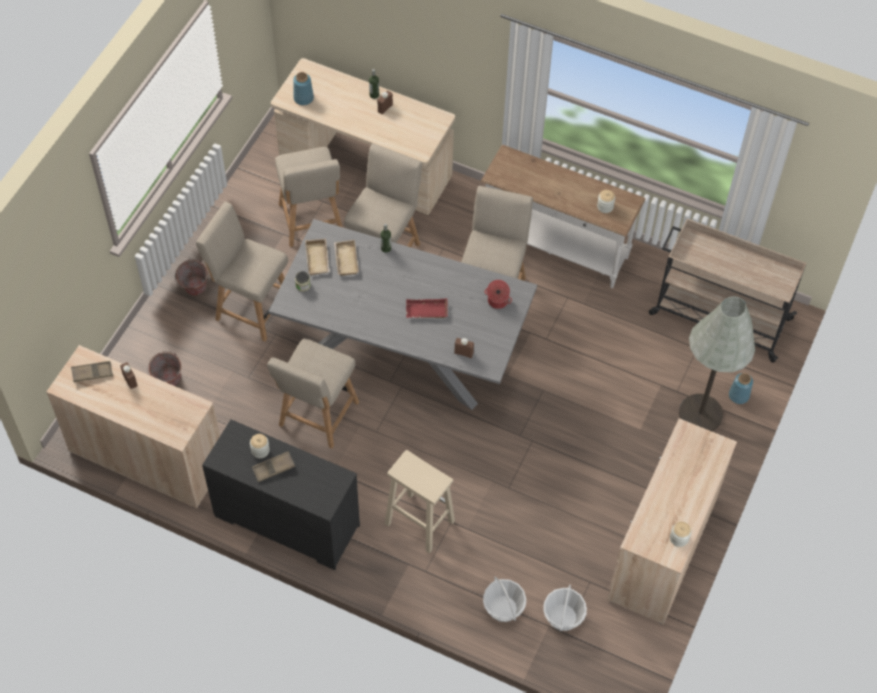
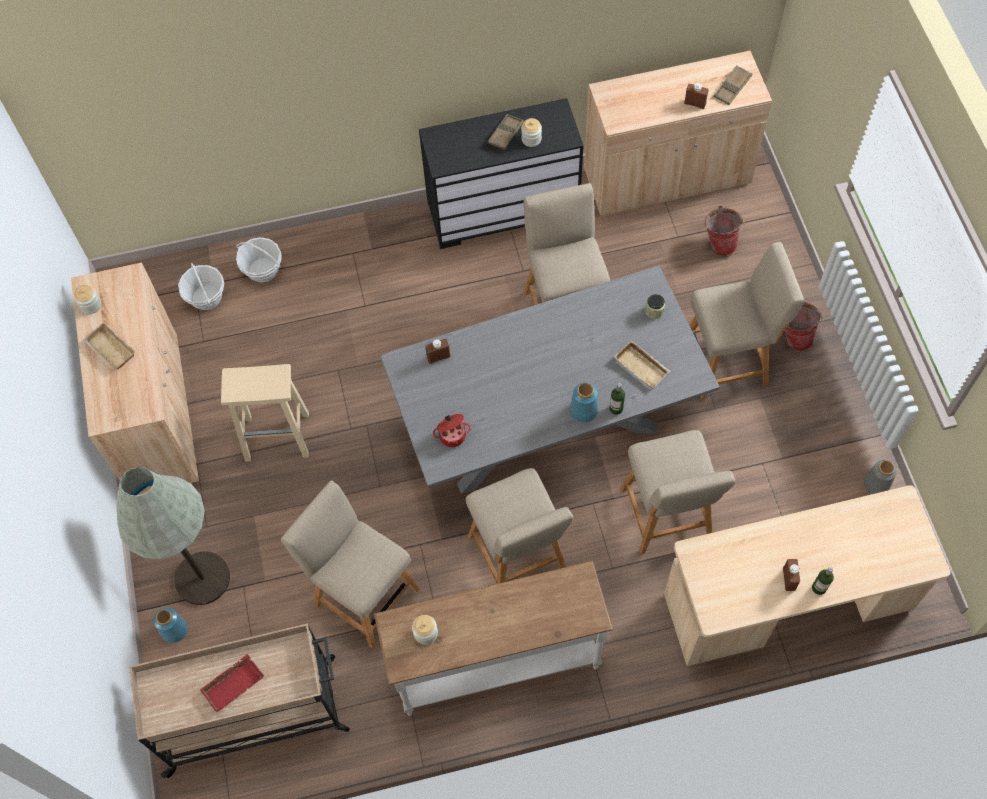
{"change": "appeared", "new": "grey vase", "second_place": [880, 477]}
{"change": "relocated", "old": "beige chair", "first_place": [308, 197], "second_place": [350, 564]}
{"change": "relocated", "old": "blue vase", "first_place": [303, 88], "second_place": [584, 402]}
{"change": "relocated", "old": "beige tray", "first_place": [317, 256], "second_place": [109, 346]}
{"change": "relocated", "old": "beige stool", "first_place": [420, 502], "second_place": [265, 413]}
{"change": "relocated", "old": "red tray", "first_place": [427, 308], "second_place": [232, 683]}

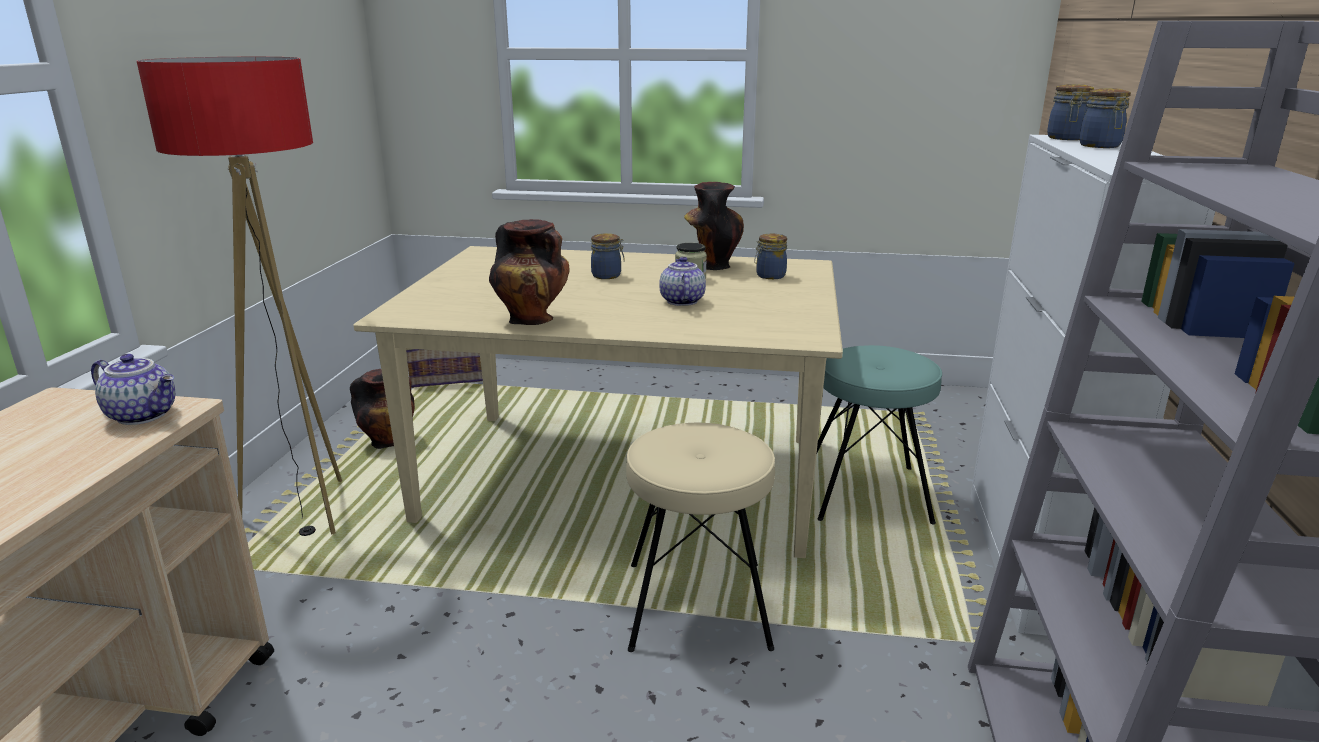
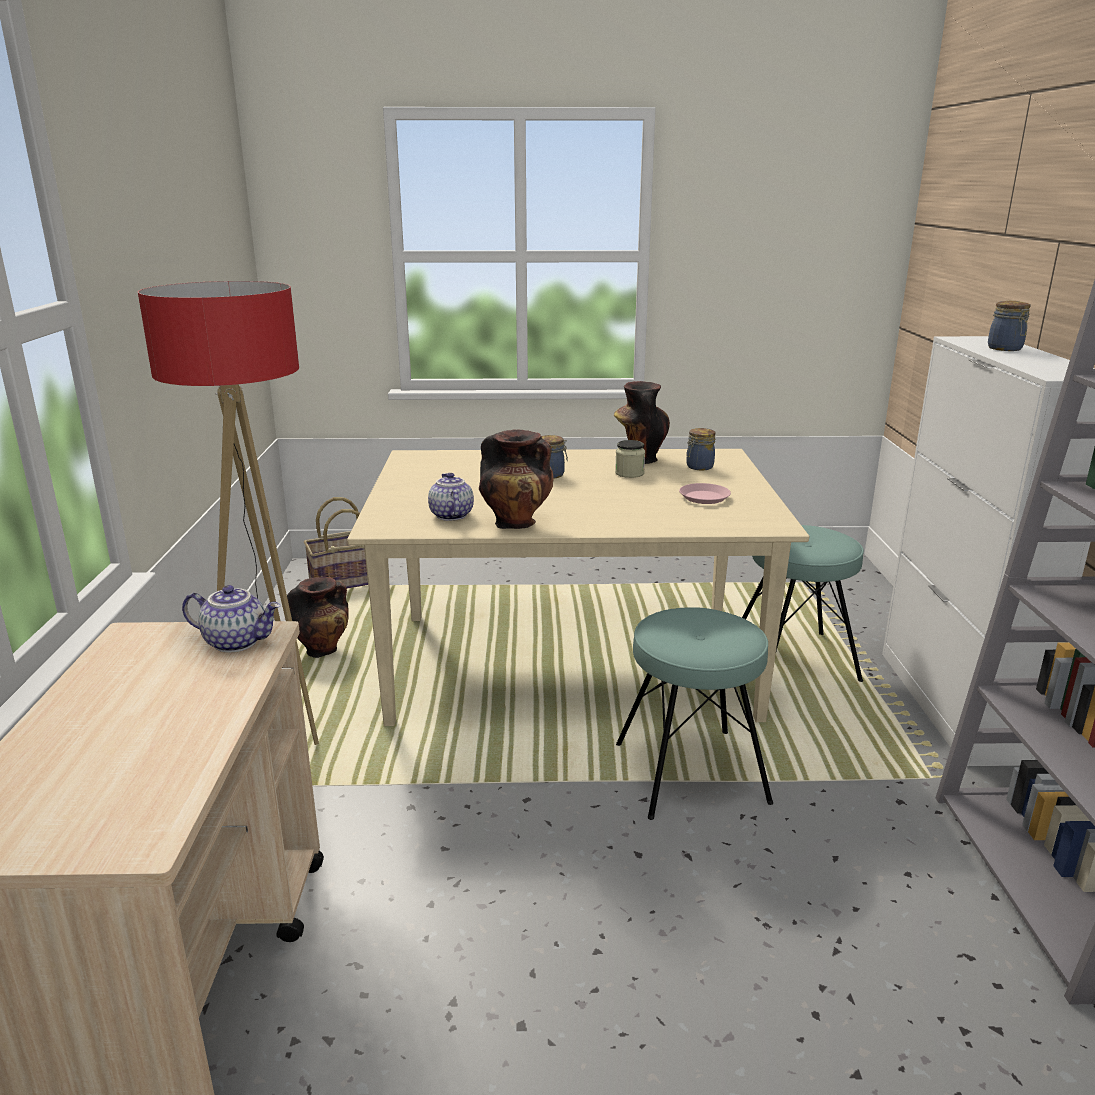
{"change": "missing", "old": "jar", "first_place": [1070, 112]}
{"change": "appeared", "new": "pink plate", "second_place": [705, 493]}
{"change": "relocated", "old": "teapot", "first_place": [682, 281], "second_place": [451, 497]}
{"change": "colour", "old": "beige stool", "new": "turquoise stool", "first_place": [700, 537], "second_place": [694, 713]}

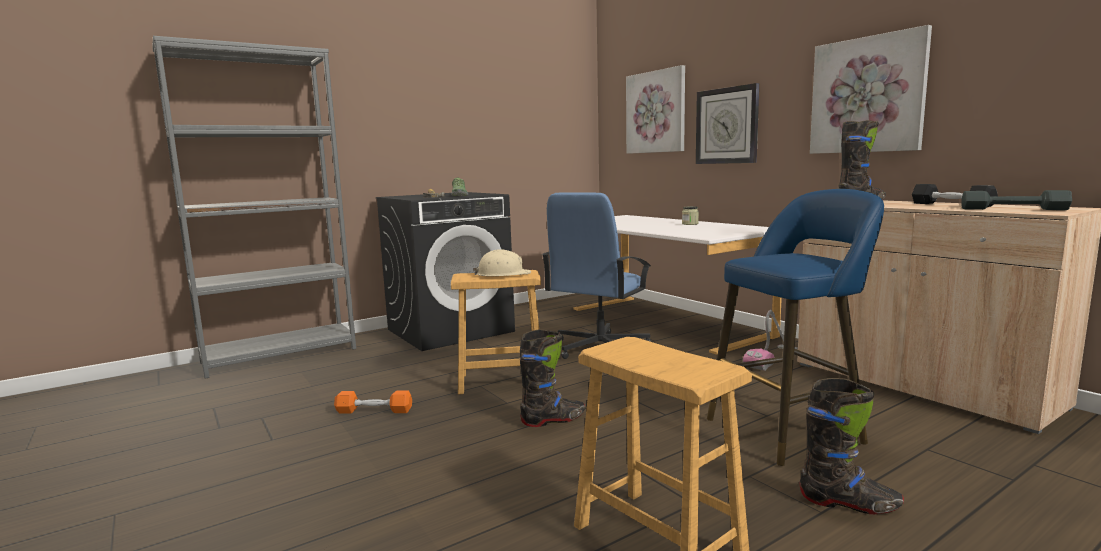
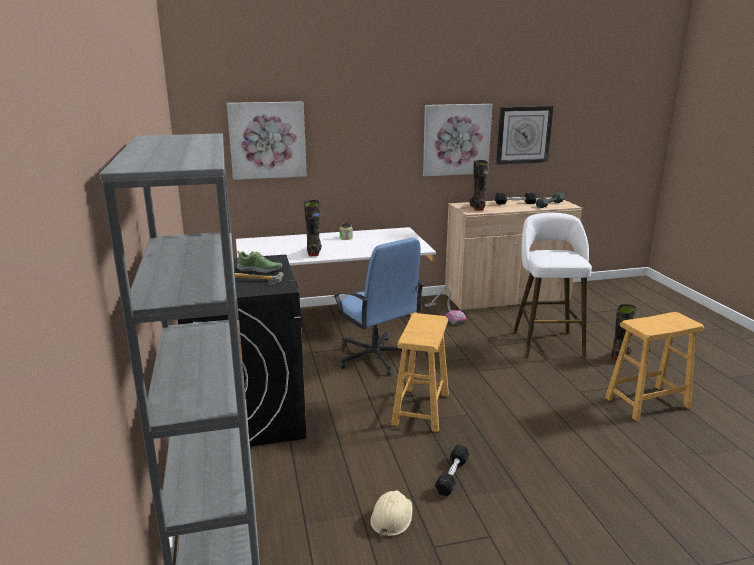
{"change": "relocated", "old": "beige hard hat", "first_place": [502, 262], "second_place": [391, 514]}
{"change": "relocated", "old": "black boot", "first_place": [552, 378], "second_place": [313, 228]}
{"change": "relocated", "old": "wall clock", "first_place": [727, 123], "second_place": [524, 135]}
{"change": "colour", "old": "orange dumbbell", "new": "black dumbbell", "first_place": [373, 402], "second_place": [452, 470]}
{"change": "colour", "old": "blue stool", "new": "white stool", "first_place": [795, 327], "second_place": [552, 285]}

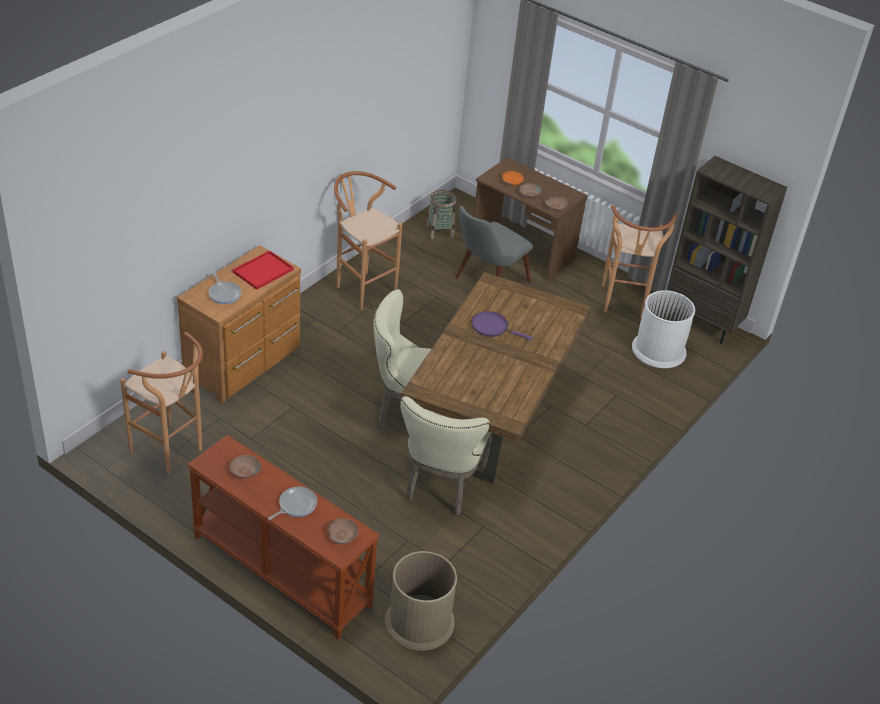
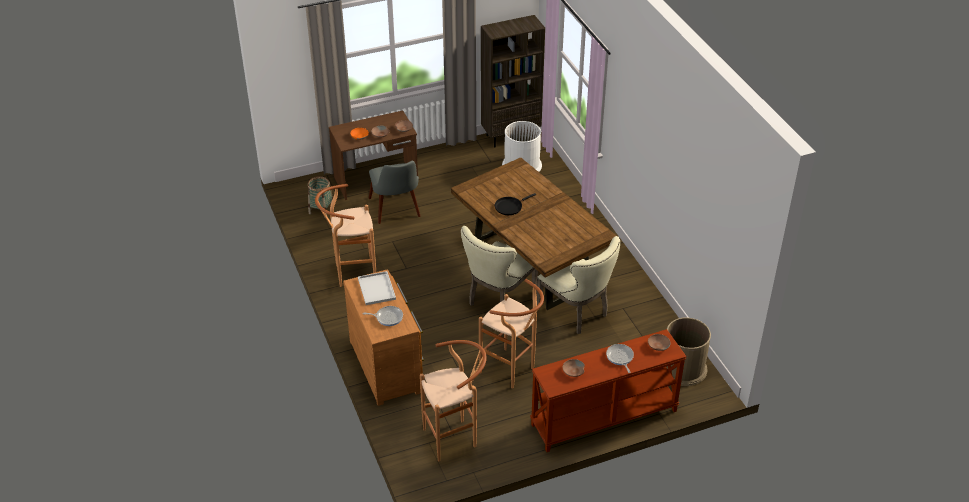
{"change": "relocated", "old": "brown stool", "first_place": [640, 261], "second_place": [511, 334]}
{"change": "colour", "old": "red tray", "new": "white tray", "first_place": [263, 270], "second_place": [377, 288]}
{"change": "colour", "old": "purple frying pan", "new": "black frying pan", "first_place": [502, 325], "second_place": [515, 204]}

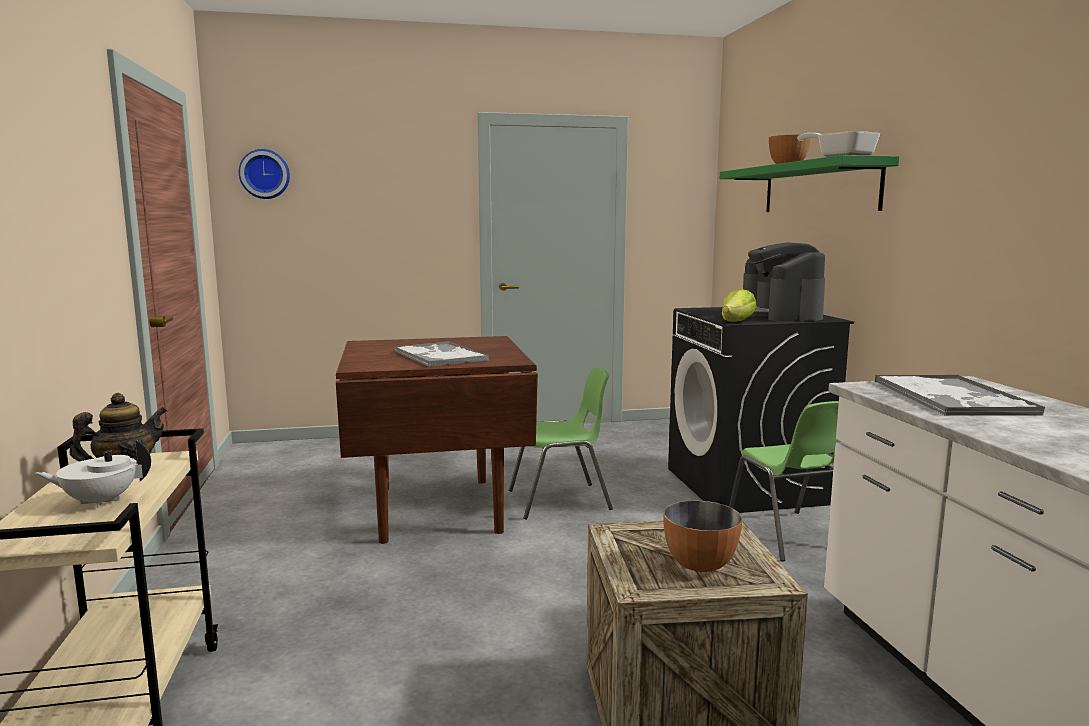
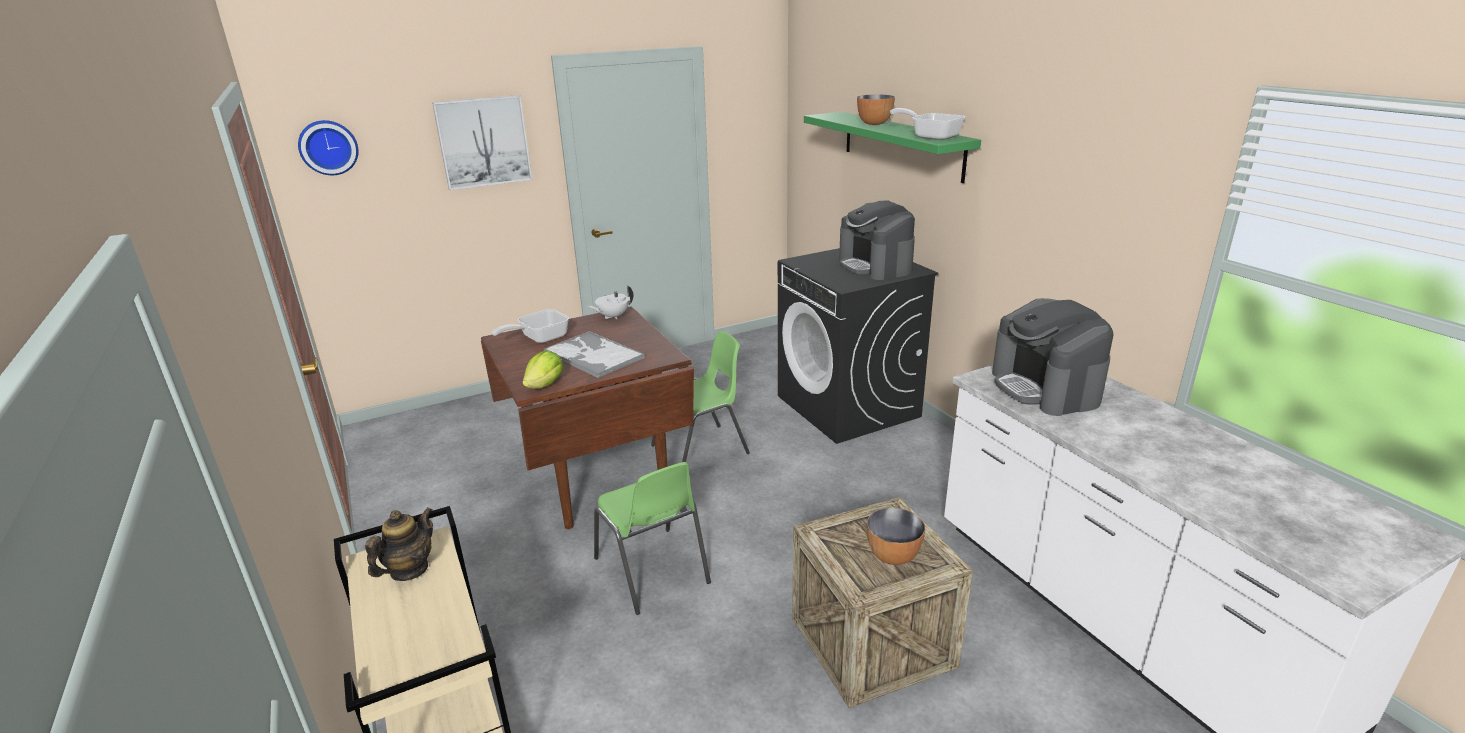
{"change": "appeared", "new": "picture", "second_place": [482, 142]}
{"change": "appeared", "new": "frying pan", "second_place": [530, 326]}
{"change": "relocated", "old": "white teapot", "first_place": [93, 474], "second_place": [610, 302]}
{"change": "relocated", "old": "lettuce", "first_place": [739, 305], "second_place": [542, 369]}
{"change": "relocated", "old": "green chair", "first_place": [785, 481], "second_place": [652, 538]}
{"change": "exchanged", "old": "tray", "new": "coffee machine", "first_place": [960, 395], "second_place": [1053, 357]}

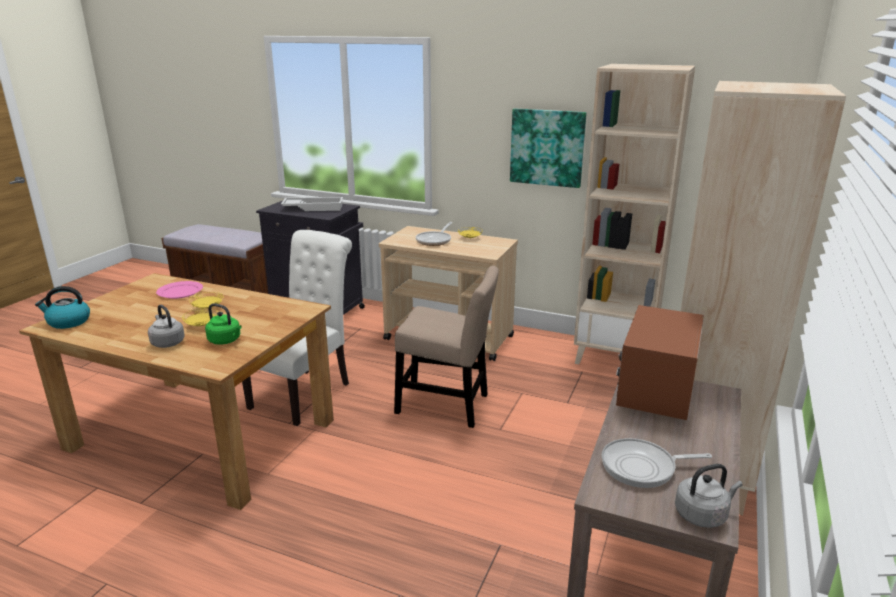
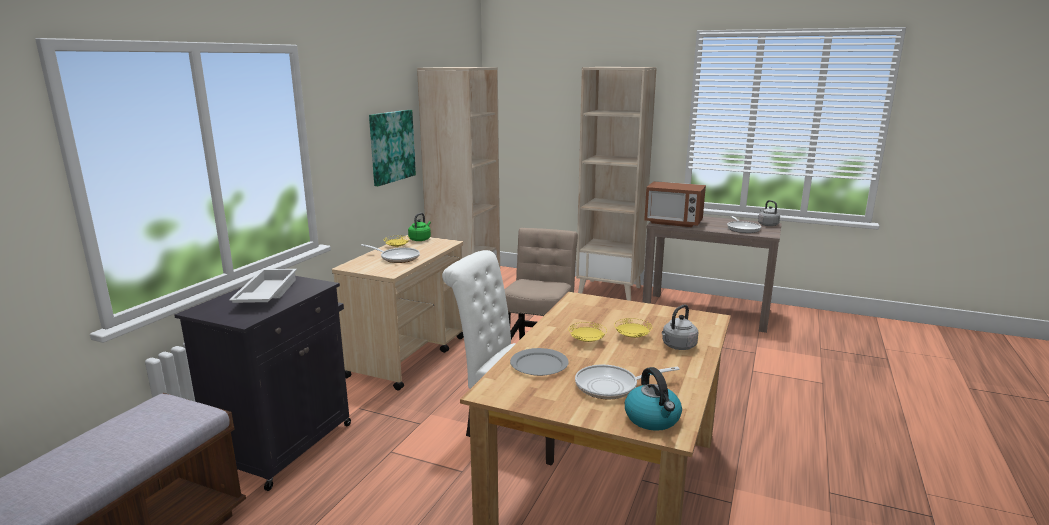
{"change": "appeared", "new": "frying pan", "second_place": [627, 382]}
{"change": "relocated", "old": "green kettle", "first_place": [223, 324], "second_place": [419, 227]}
{"change": "colour", "old": "pink plate", "new": "grey plate", "first_place": [179, 290], "second_place": [539, 362]}

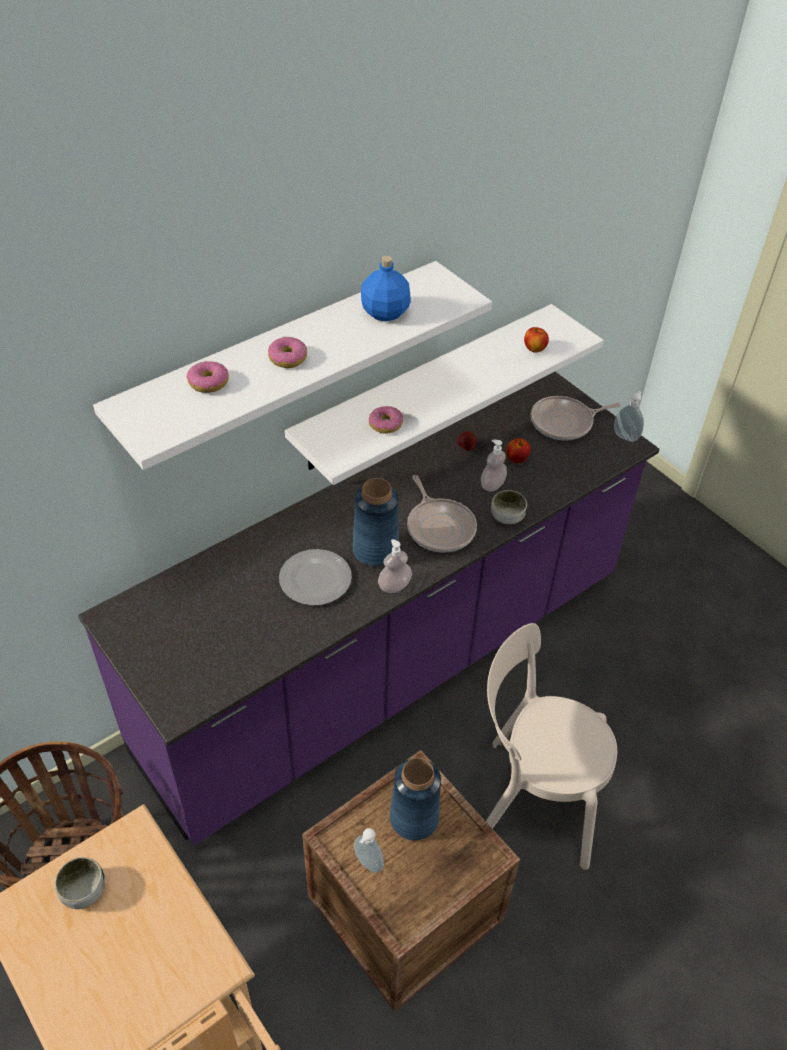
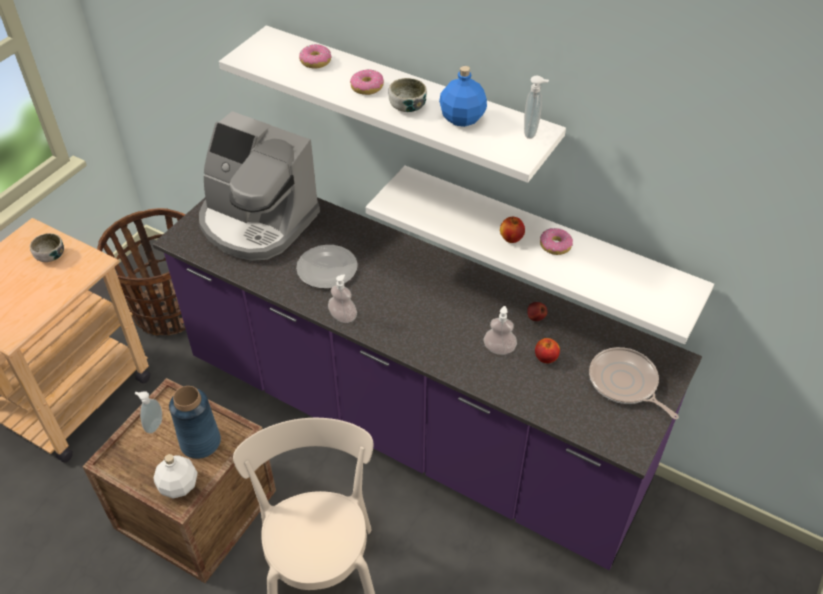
{"change": "missing", "old": "blue vase", "first_place": [376, 522]}
{"change": "missing", "old": "frying pan", "first_place": [442, 514]}
{"change": "appeared", "new": "white bottle", "second_place": [176, 476]}
{"change": "appeared", "new": "coffee machine", "second_place": [259, 186]}
{"change": "relocated", "old": "donut", "first_place": [386, 420], "second_place": [556, 241]}
{"change": "relocated", "old": "bowl", "first_place": [509, 507], "second_place": [407, 95]}
{"change": "relocated", "old": "apple", "first_place": [536, 340], "second_place": [512, 230]}
{"change": "relocated", "old": "soap dispenser", "first_place": [629, 416], "second_place": [536, 107]}

